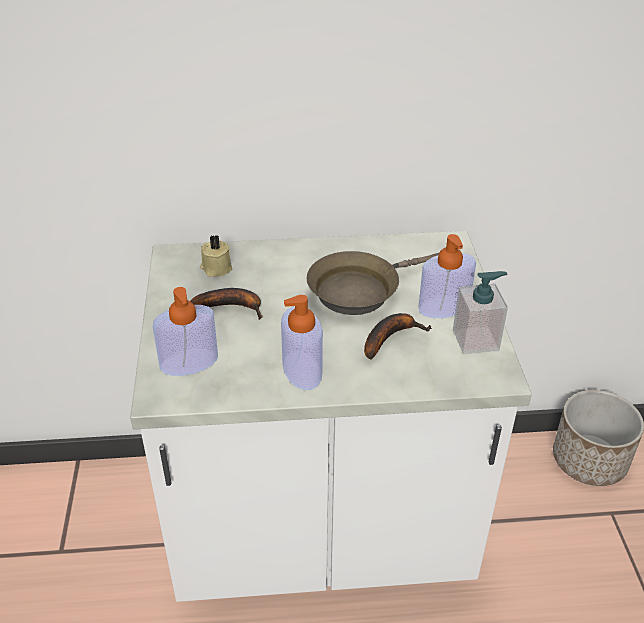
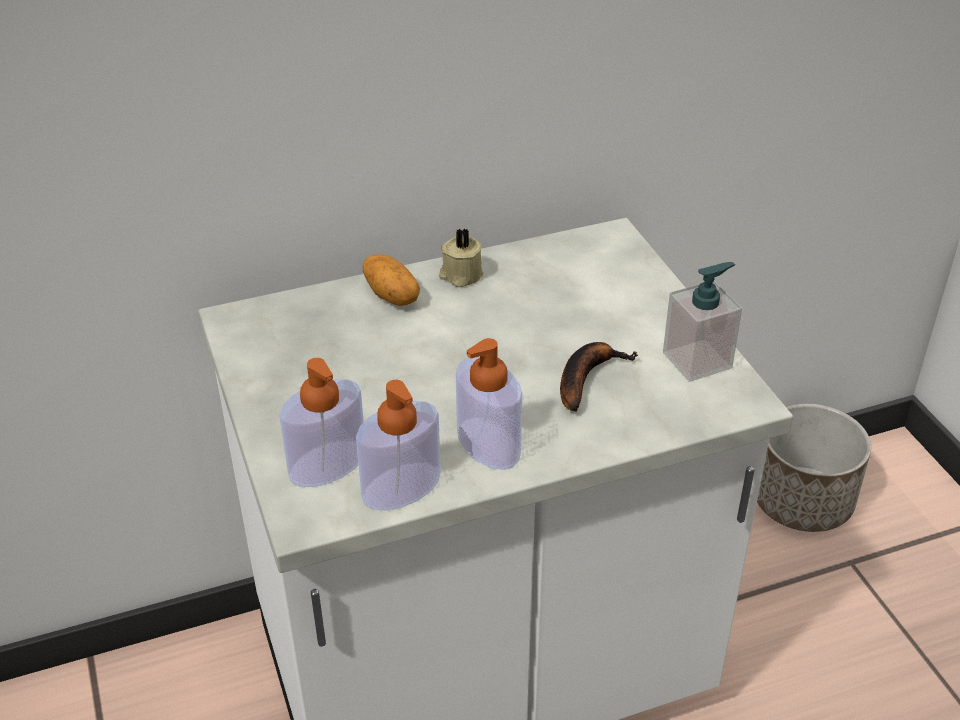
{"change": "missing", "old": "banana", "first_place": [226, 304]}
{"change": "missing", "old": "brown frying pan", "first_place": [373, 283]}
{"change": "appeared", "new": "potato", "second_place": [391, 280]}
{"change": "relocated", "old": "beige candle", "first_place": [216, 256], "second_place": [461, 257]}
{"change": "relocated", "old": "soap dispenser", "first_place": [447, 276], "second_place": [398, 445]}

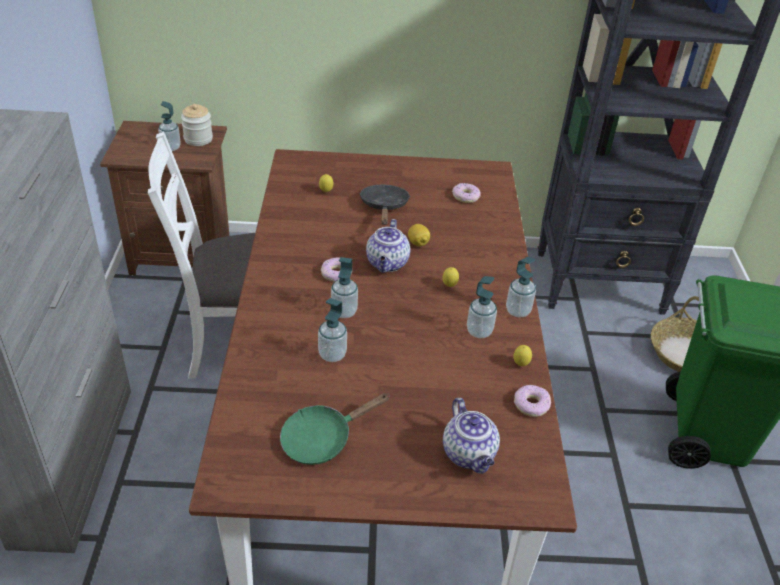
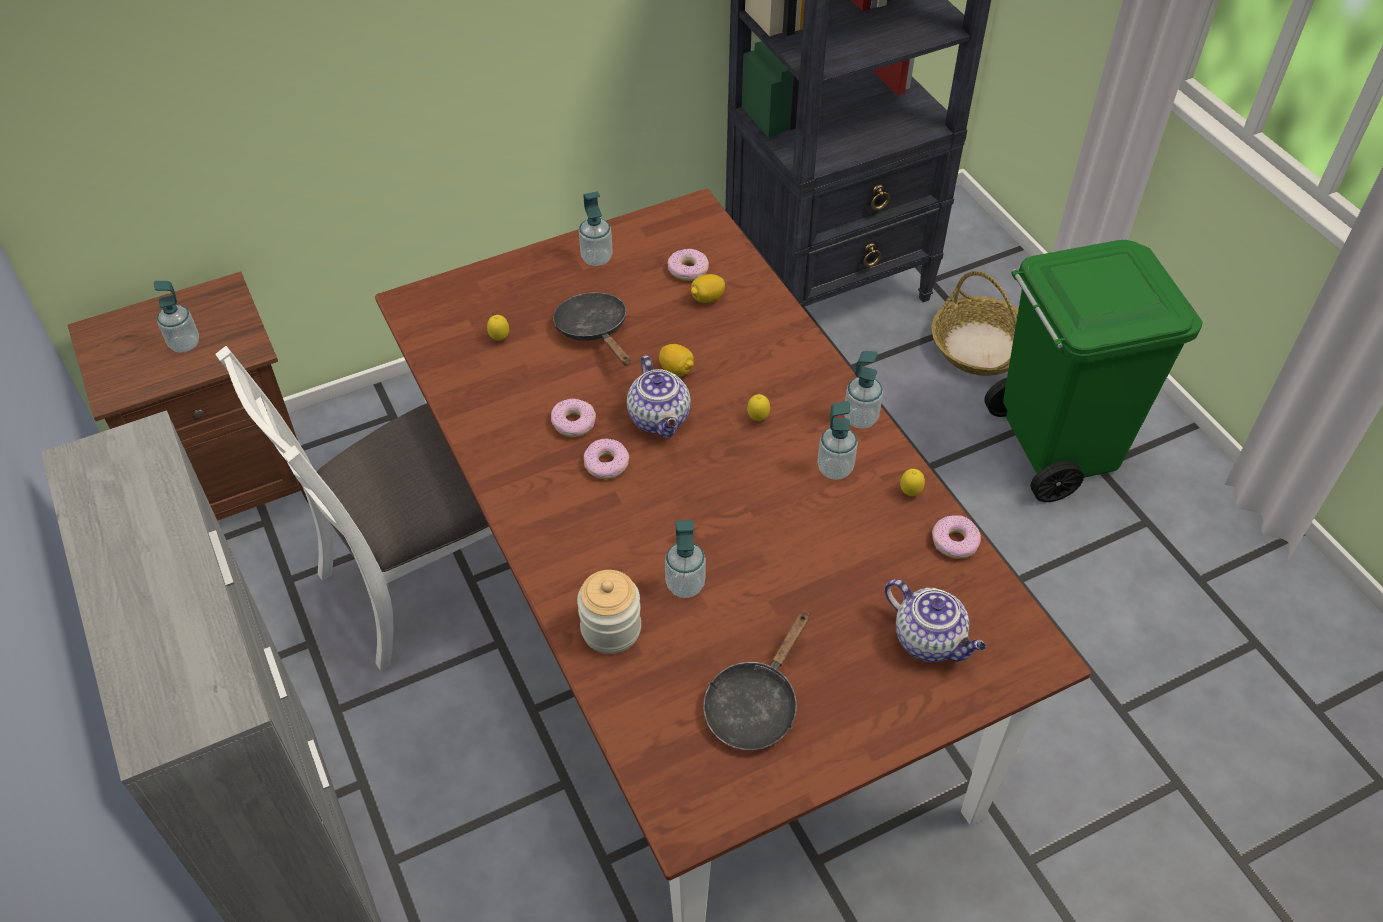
{"change": "appeared", "new": "donut", "second_place": [573, 417]}
{"change": "appeared", "new": "lemon", "second_place": [708, 288]}
{"change": "relocated", "old": "jar", "first_place": [197, 125], "second_place": [609, 612]}
{"change": "relocated", "old": "soap dispenser", "first_place": [344, 287], "second_place": [596, 229]}
{"change": "colour", "old": "green frying pan", "new": "black frying pan", "first_place": [335, 429], "second_place": [756, 680]}

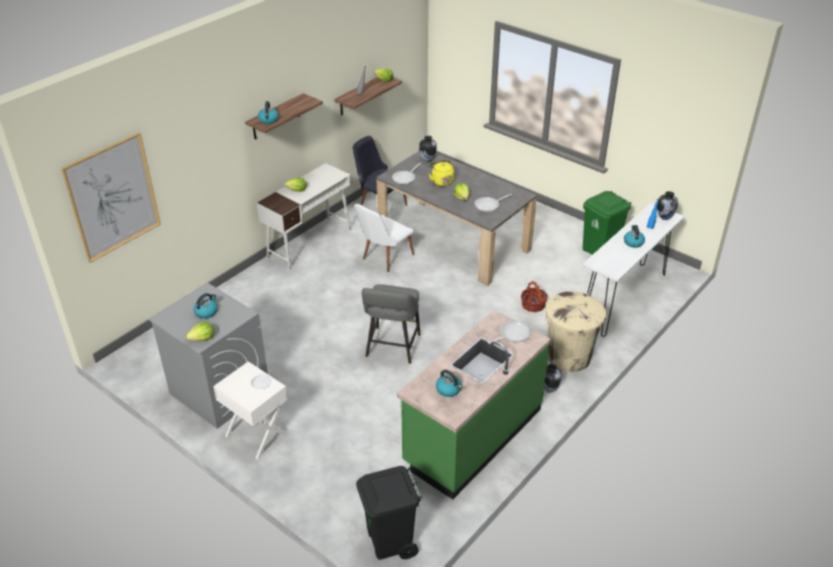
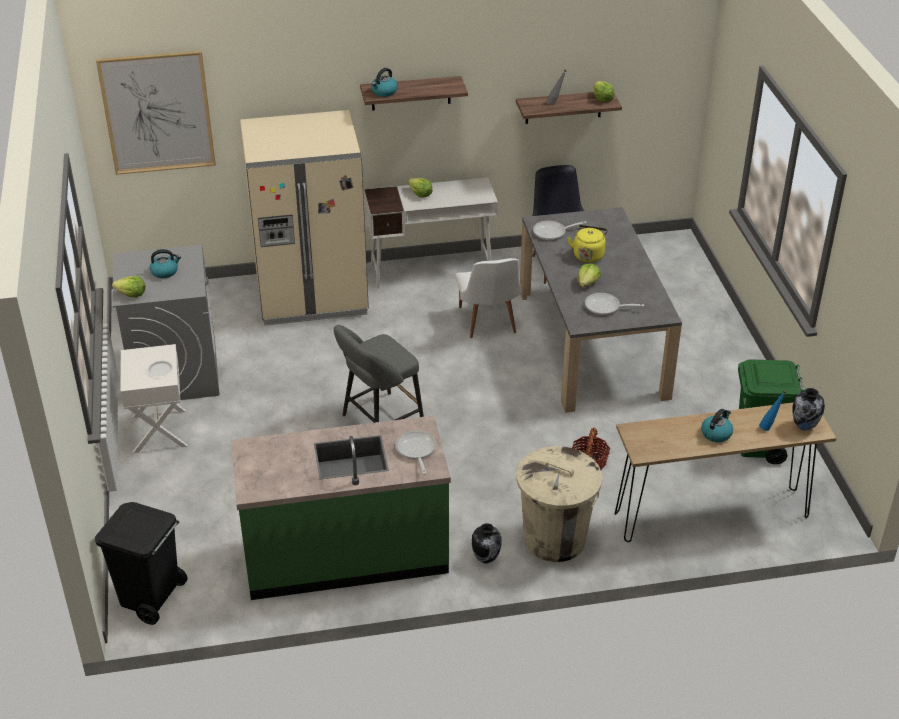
{"change": "missing", "old": "vase", "first_place": [428, 149]}
{"change": "missing", "old": "kettle", "first_place": [449, 383]}
{"change": "appeared", "new": "beige fridge", "second_place": [304, 218]}
{"change": "colour", "old": "white console table", "new": "brown console table", "first_place": [633, 270], "second_place": [725, 472]}
{"change": "spun", "old": "white chair", "first_place": [384, 238], "second_place": [488, 298], "degrees": -90}
{"change": "spun", "old": "frying pan", "first_place": [509, 332], "second_place": [416, 453], "degrees": -105}

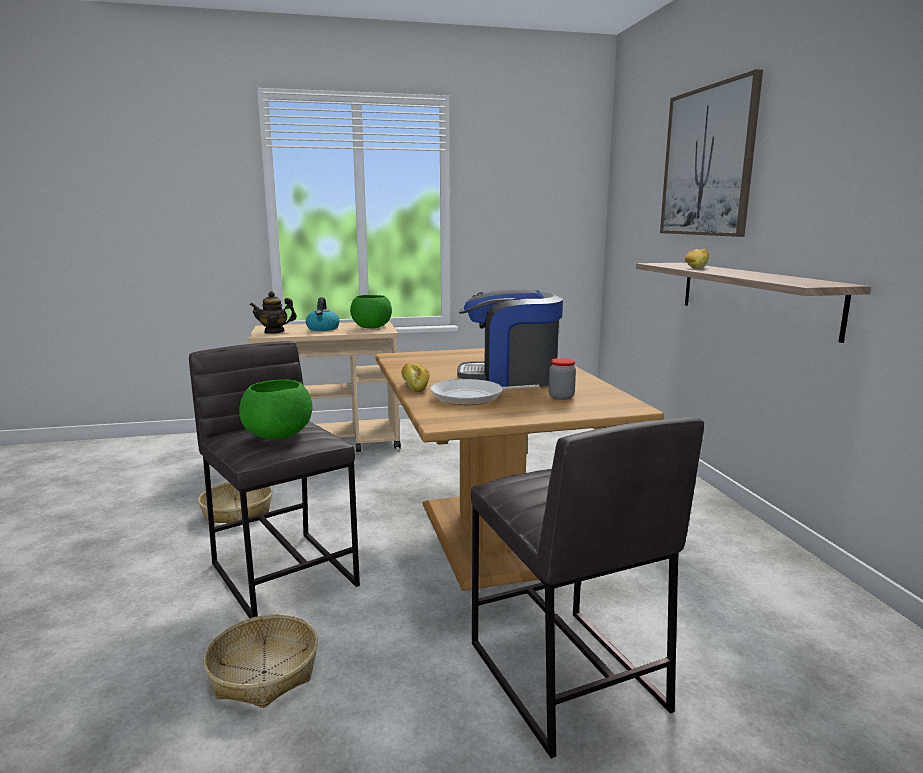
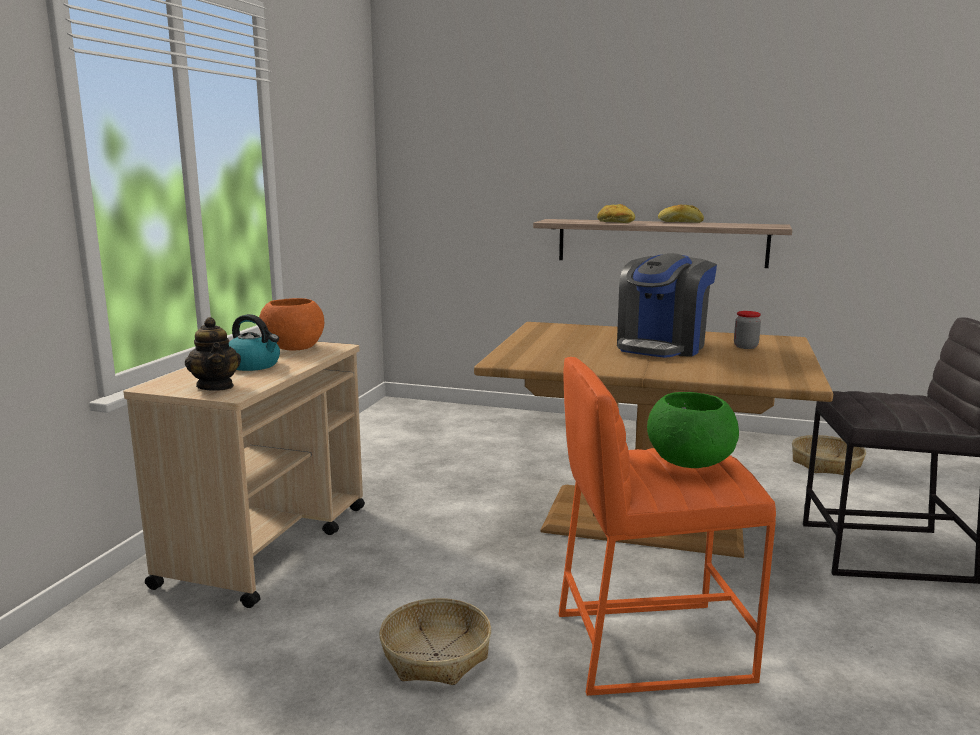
{"change": "missing", "old": "frying pan", "first_place": [485, 392]}
{"change": "missing", "old": "picture", "first_place": [711, 153]}
{"change": "relocated", "old": "basket", "first_place": [261, 661], "second_place": [829, 455]}
{"change": "relocated", "old": "bread", "first_place": [415, 378], "second_place": [681, 214]}
{"change": "colour", "old": "grey stool", "new": "orange stool", "first_place": [274, 479], "second_place": [667, 526]}
{"change": "colour", "old": "green bowl", "new": "orange bowl", "first_place": [371, 311], "second_place": [291, 324]}
{"change": "spun", "old": "teapot", "first_place": [273, 312], "second_place": [213, 354], "degrees": -45}

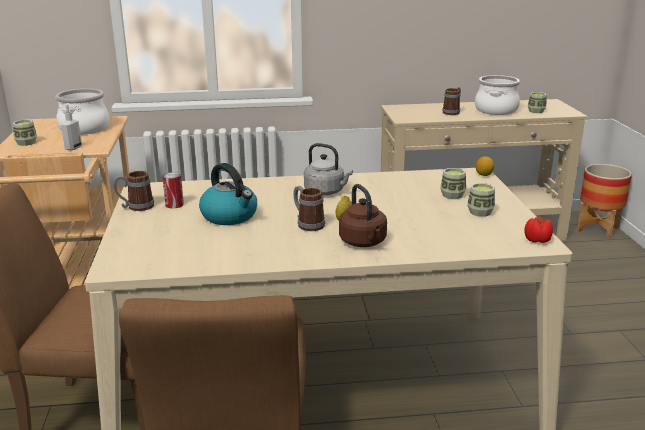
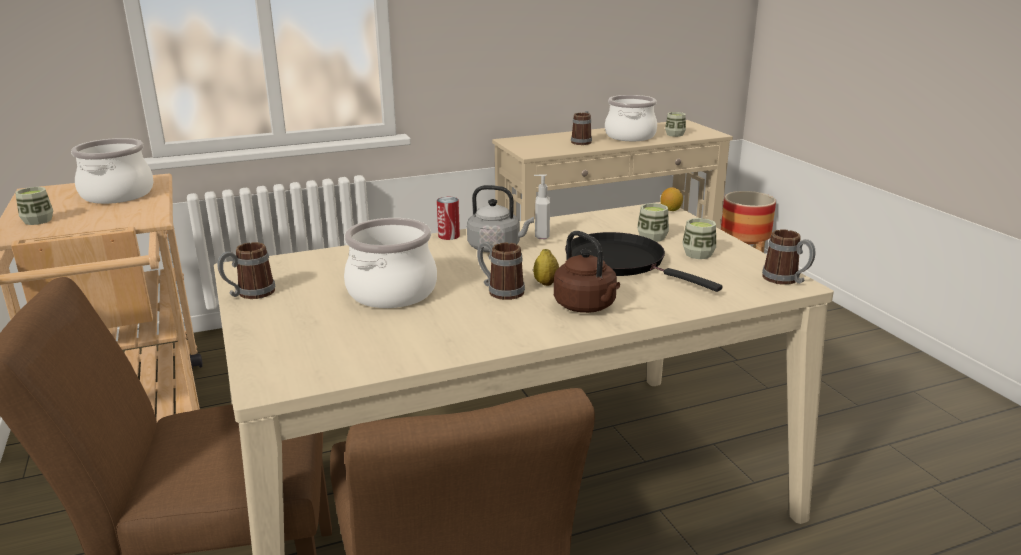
{"change": "appeared", "new": "black frying pan", "second_place": [643, 262]}
{"change": "relocated", "old": "soap dispenser", "first_place": [71, 127], "second_place": [542, 206]}
{"change": "relocated", "old": "can", "first_place": [173, 190], "second_place": [448, 218]}
{"change": "exchanged", "old": "kettle", "new": "cooking pot", "first_place": [228, 194], "second_place": [390, 263]}
{"change": "exchanged", "old": "tomato", "new": "mug", "first_place": [538, 230], "second_place": [788, 257]}

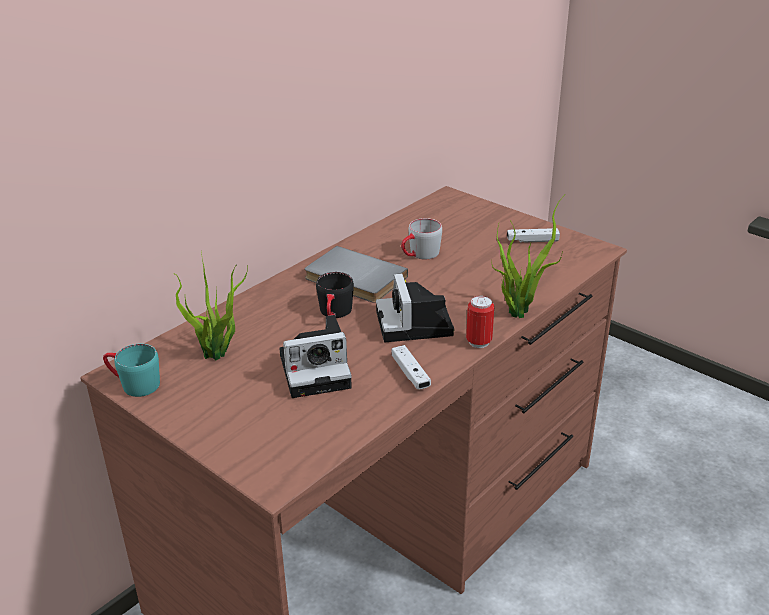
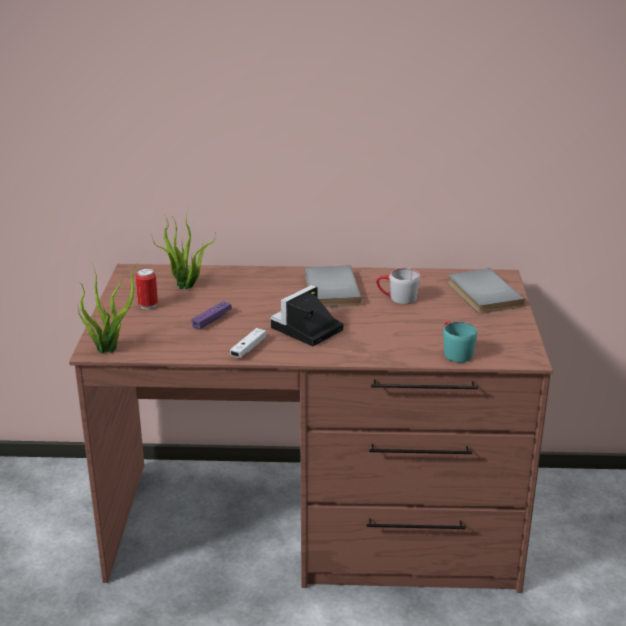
{"change": "missing", "old": "black mug", "first_place": [335, 295]}
{"change": "missing", "old": "white game controller", "first_place": [533, 235]}
{"change": "appeared", "new": "grey book", "second_place": [486, 291]}
{"change": "relocated", "old": "turquoise mug", "first_place": [131, 370], "second_place": [460, 342]}
{"change": "relocated", "old": "can", "first_place": [480, 322], "second_place": [147, 288]}
{"change": "relocated", "old": "potted plant", "first_place": [528, 256], "second_place": [108, 308]}
{"change": "exchanged", "old": "photo camera", "new": "purple game controller", "first_place": [315, 356], "second_place": [211, 315]}

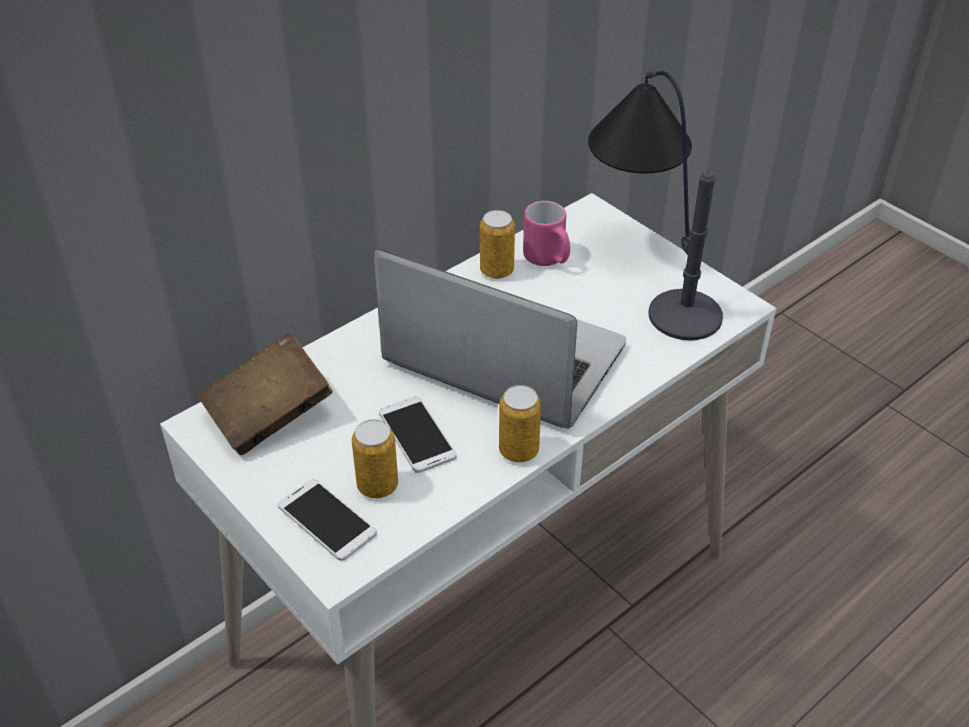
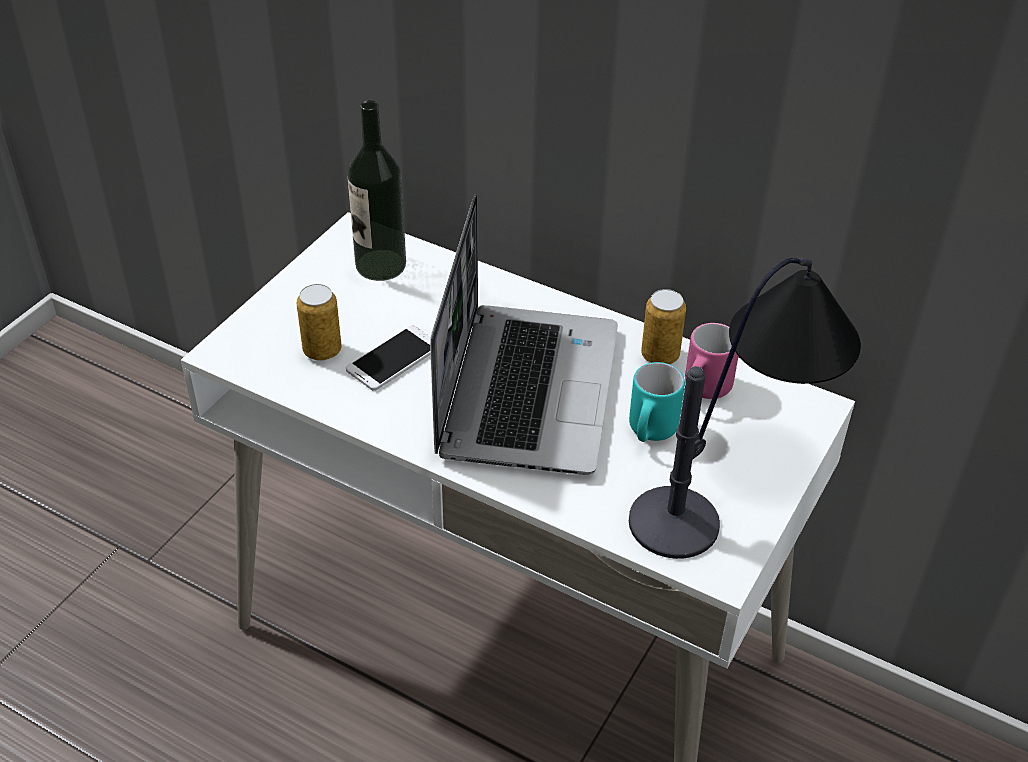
{"change": "missing", "old": "phone", "first_place": [327, 520]}
{"change": "missing", "old": "can", "first_place": [520, 423]}
{"change": "appeared", "new": "turquoise mug", "second_place": [657, 402]}
{"change": "exchanged", "old": "brown book", "new": "bottle", "first_place": [265, 394], "second_place": [376, 190]}

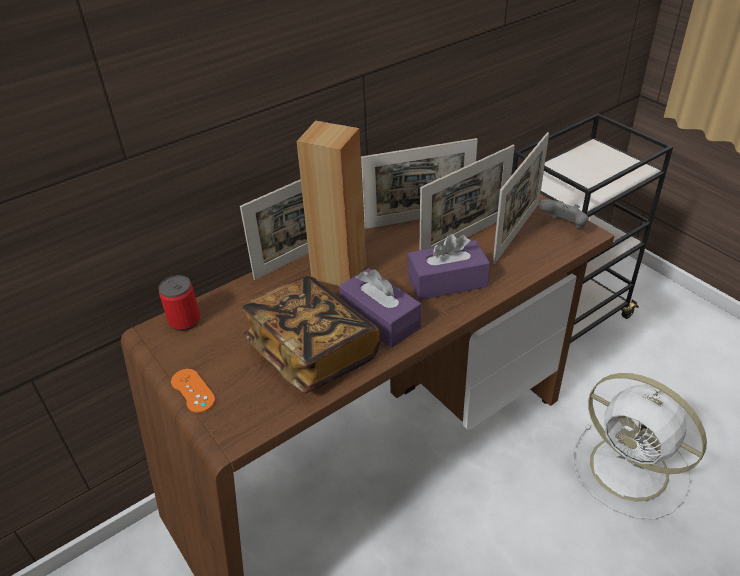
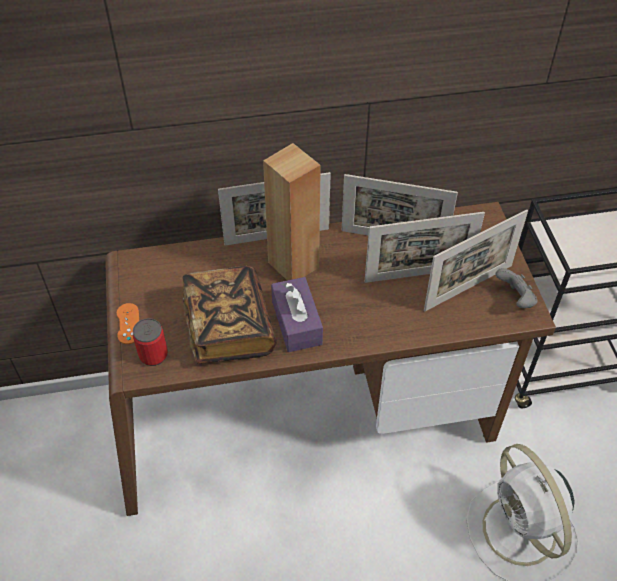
{"change": "missing", "old": "purple tissue box", "first_place": [449, 267]}
{"change": "relocated", "old": "can", "first_place": [179, 303], "second_place": [150, 342]}

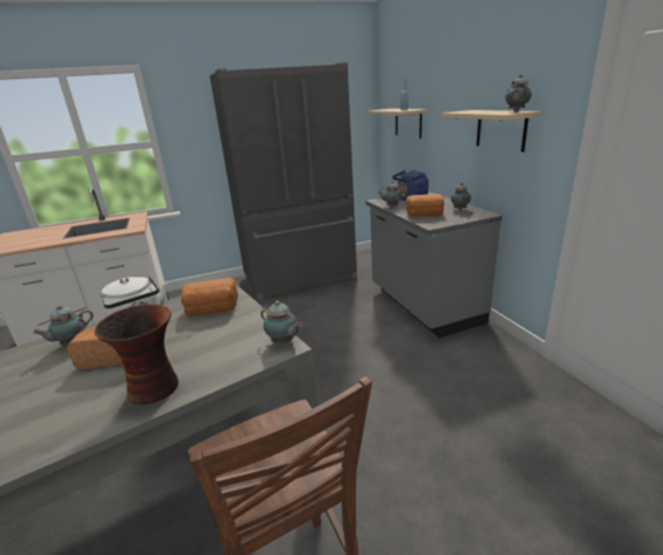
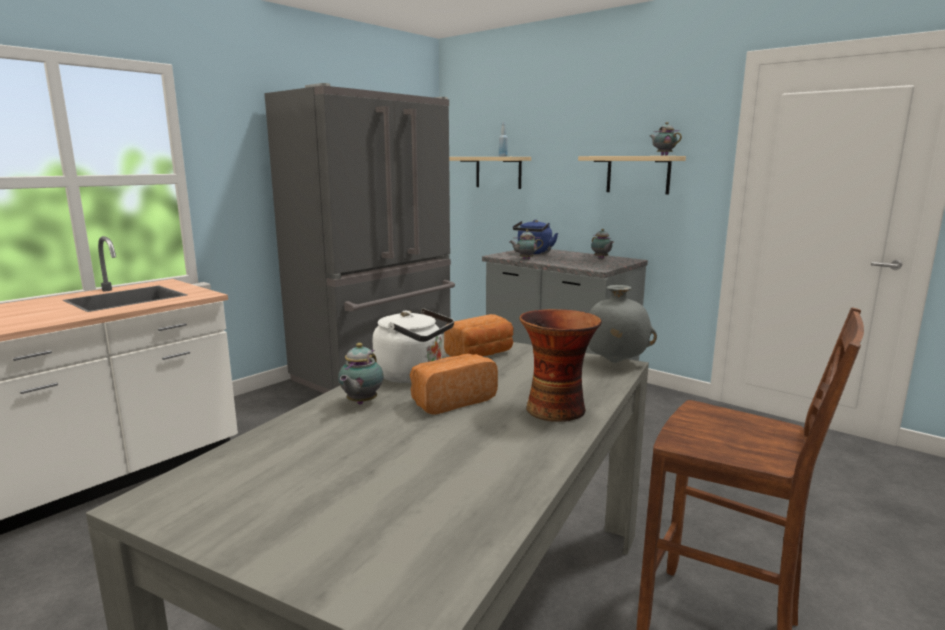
{"change": "missing", "old": "bread", "first_place": [425, 205]}
{"change": "exchanged", "old": "teapot", "new": "grey vase", "first_place": [282, 322], "second_place": [622, 324]}

